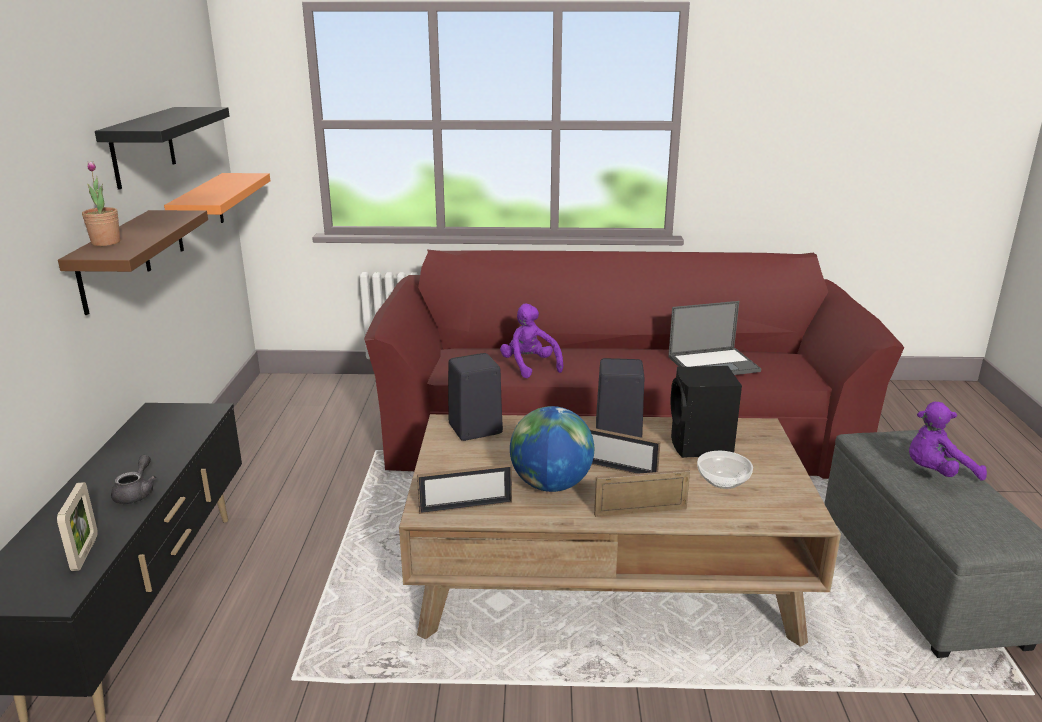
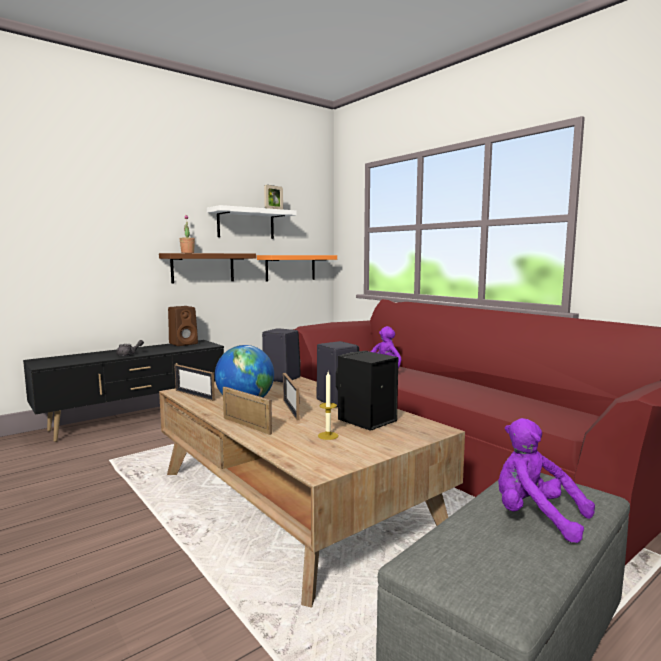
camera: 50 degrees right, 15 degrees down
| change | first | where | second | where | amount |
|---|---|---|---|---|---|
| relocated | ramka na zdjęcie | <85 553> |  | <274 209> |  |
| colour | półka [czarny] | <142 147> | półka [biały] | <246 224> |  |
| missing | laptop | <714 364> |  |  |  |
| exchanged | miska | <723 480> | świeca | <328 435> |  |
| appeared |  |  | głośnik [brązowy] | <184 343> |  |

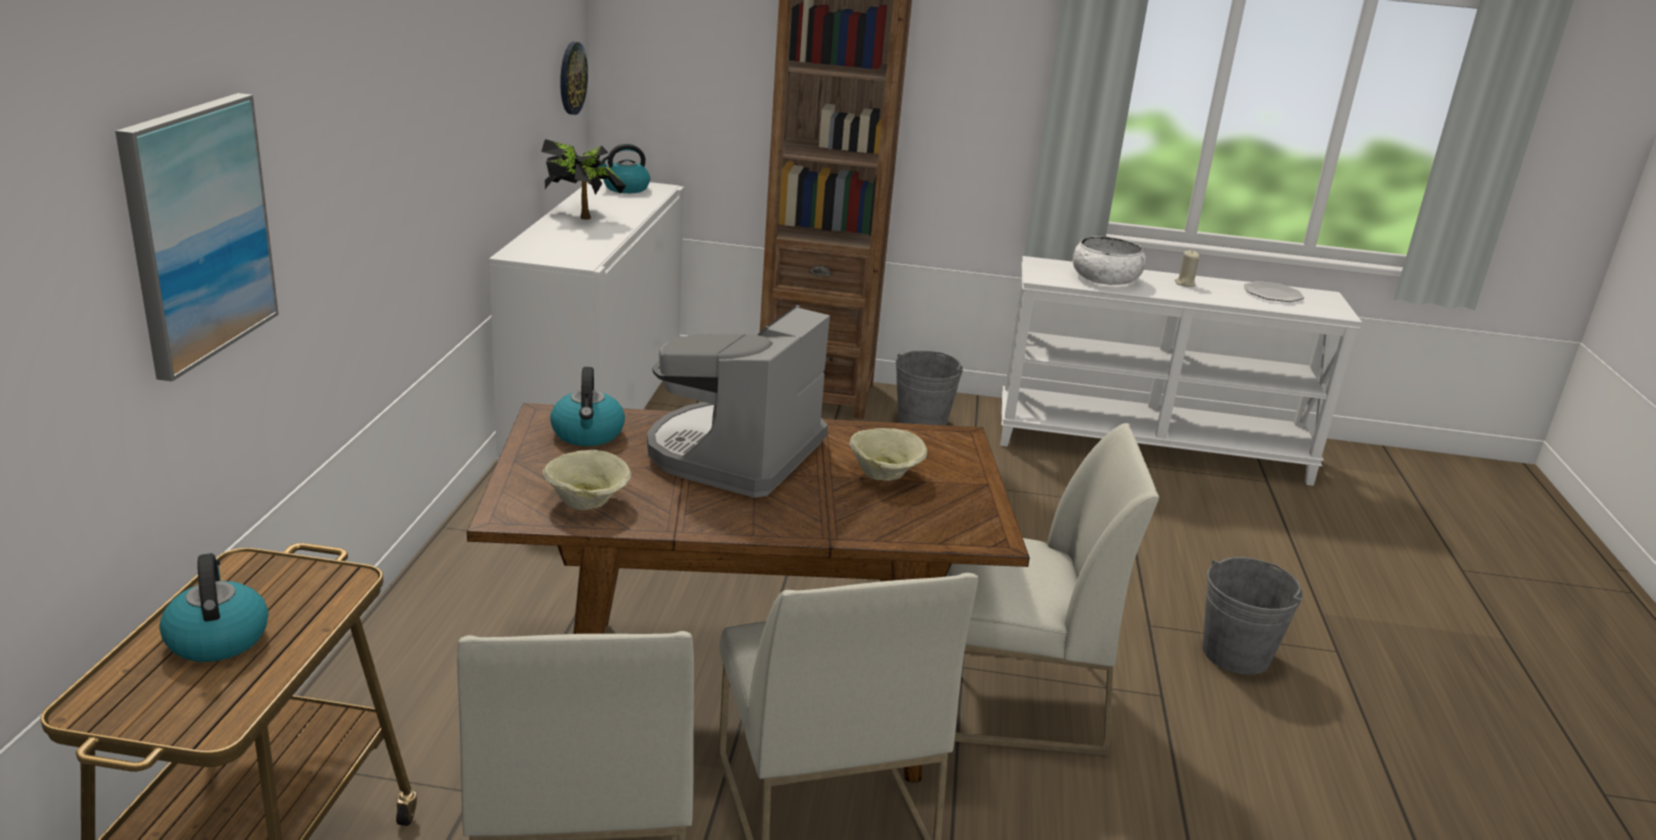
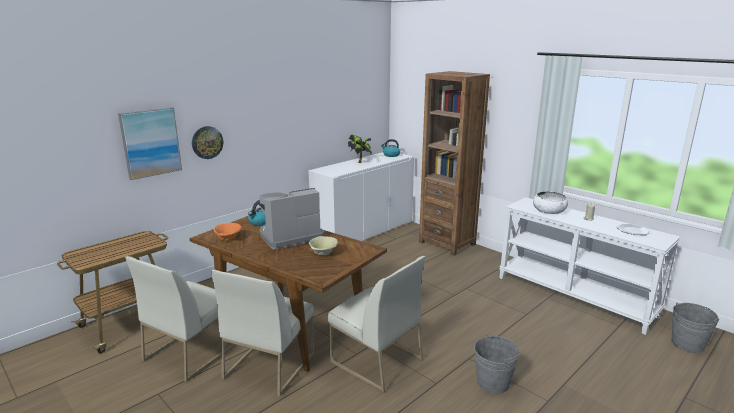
camera: 40 degrees right, 5 degrees down
| change | first | where | second | where | amount |
|---|---|---|---|---|---|
| missing | czajnik | <217 638> |  |  |  |
| colour | miska [beżowy] | <589 502> | miska [pomarańczowy] | <228 239> |  |
| relocated | zegar ścienny | <571 78> |  | <207 142> |  |
| relocated | wiadro [szary] | <922 422> |  | <687 344> |  |

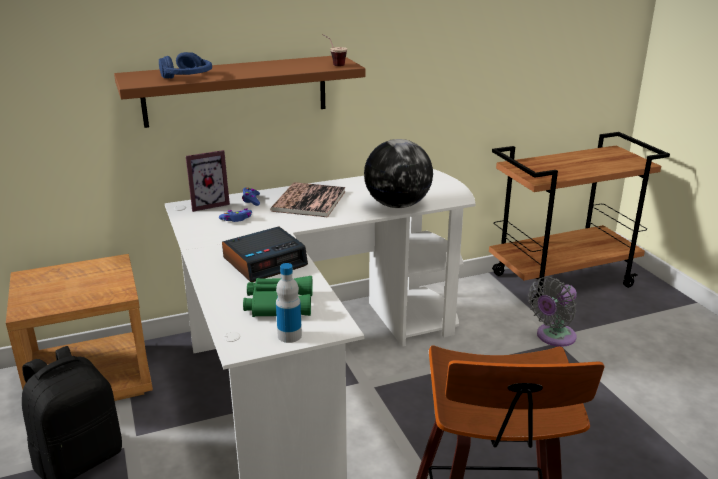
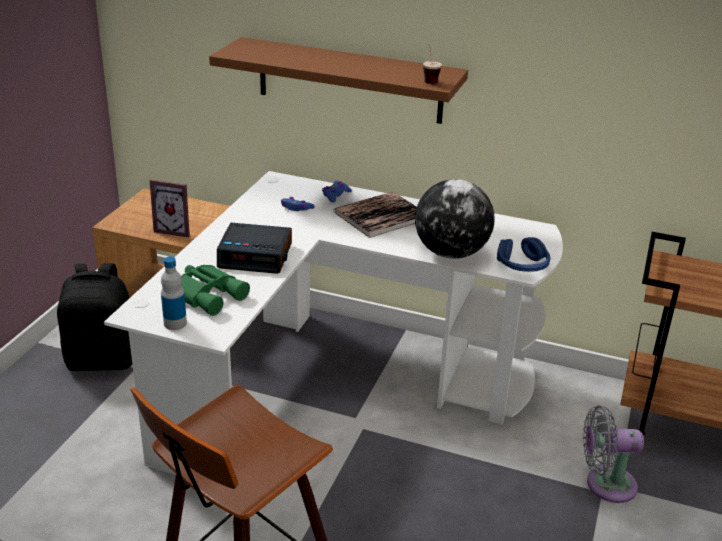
camera: 40 degrees right, 5 degrees up
| change | first | where | second | where | amount |
|---|---|---|---|---|---|
| relocated | słuchawki [niebieski] | <187 77> |  | <522 265> |  |
| relocated | ramka na zdjęcie | <208 204> |  | <175 230> |  |

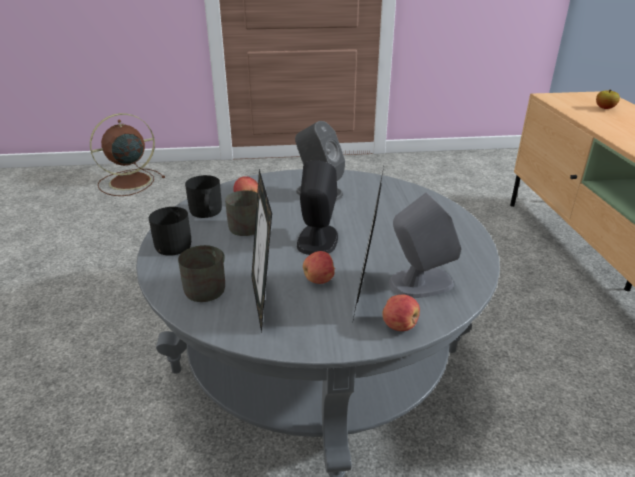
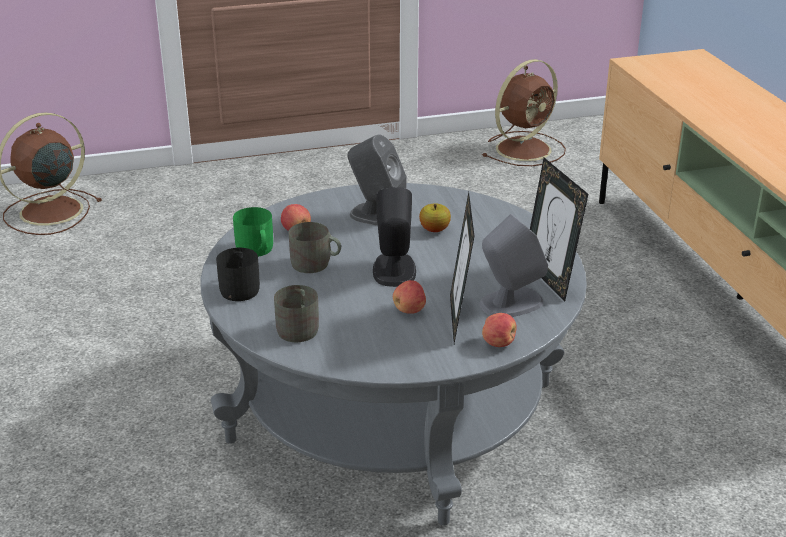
camera: 10 degrees left, 0 degrees up
| change | first | where | second | where | amount |
|---|---|---|---|---|---|
| colour | kubek [czarny] | <206 213> | kubek [zielony] | <256 250> |  |
| relocated | ramka na zdjęcie | <263 301> |  | <550 279> |  |
| relocated | jabłko | <605 108> |  | <434 230> |  |
| appeared |  |  | wentylator [brązowy] | <525 149> |  |

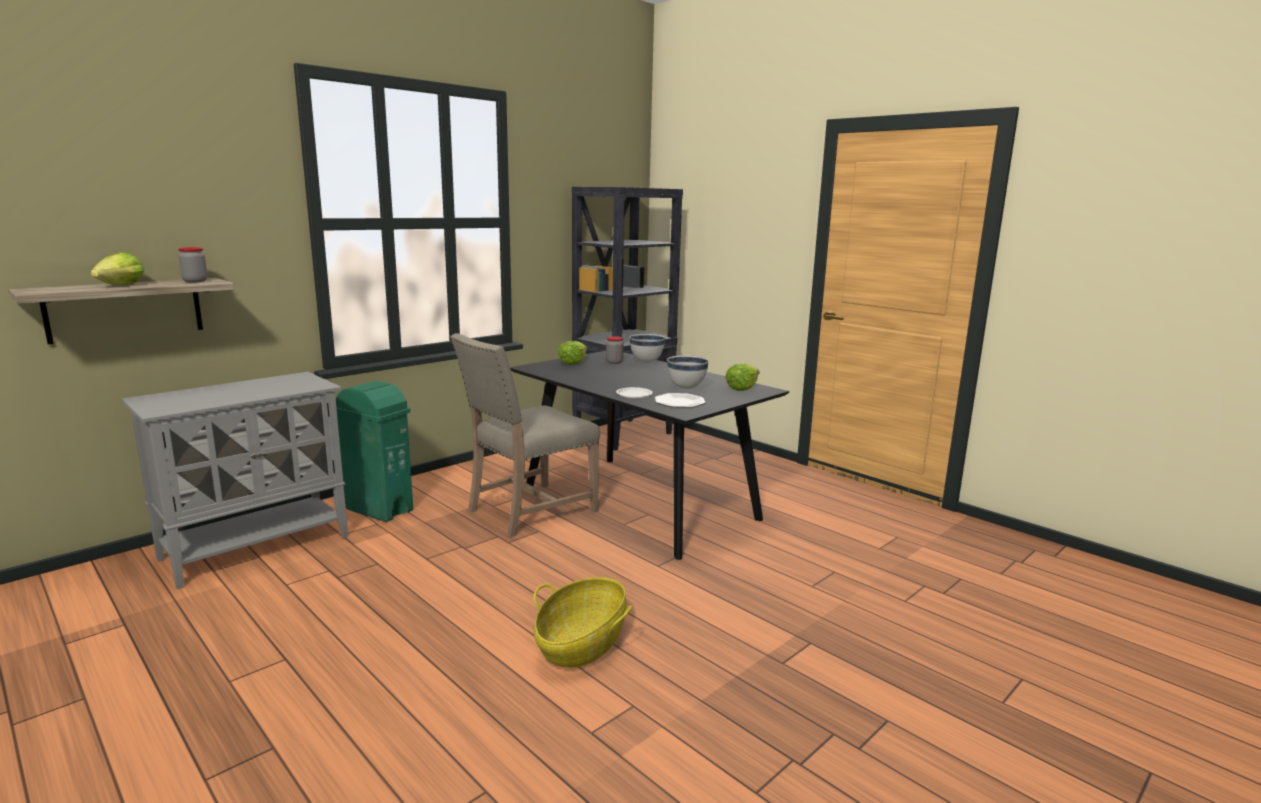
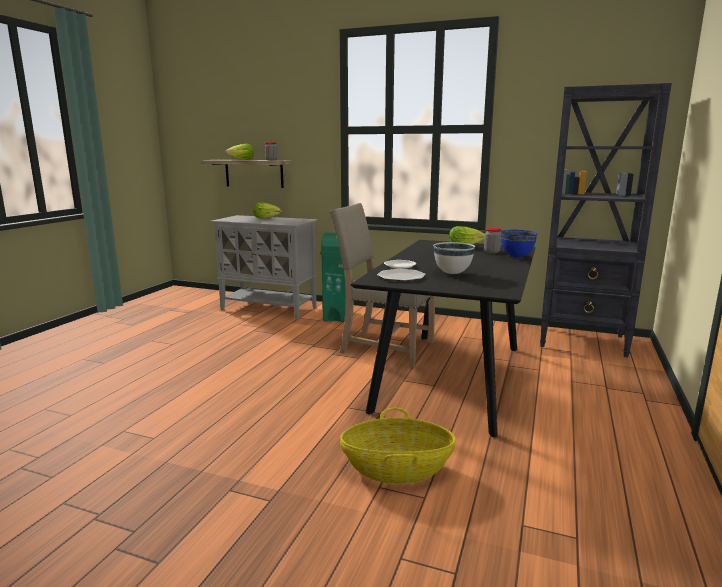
camera: 65 degrees right, 0 degrees up
| change | first | where | second | where | amount |
|---|---|---|---|---|---|
| relocated | koszyk | <581 644> |  | <397 469> |  |
| colour | miska [biały] | <646 361> | miska [niebieski] | <516 257> |  |
| relocated | sałata | <742 388> |  | <267 218> |  |

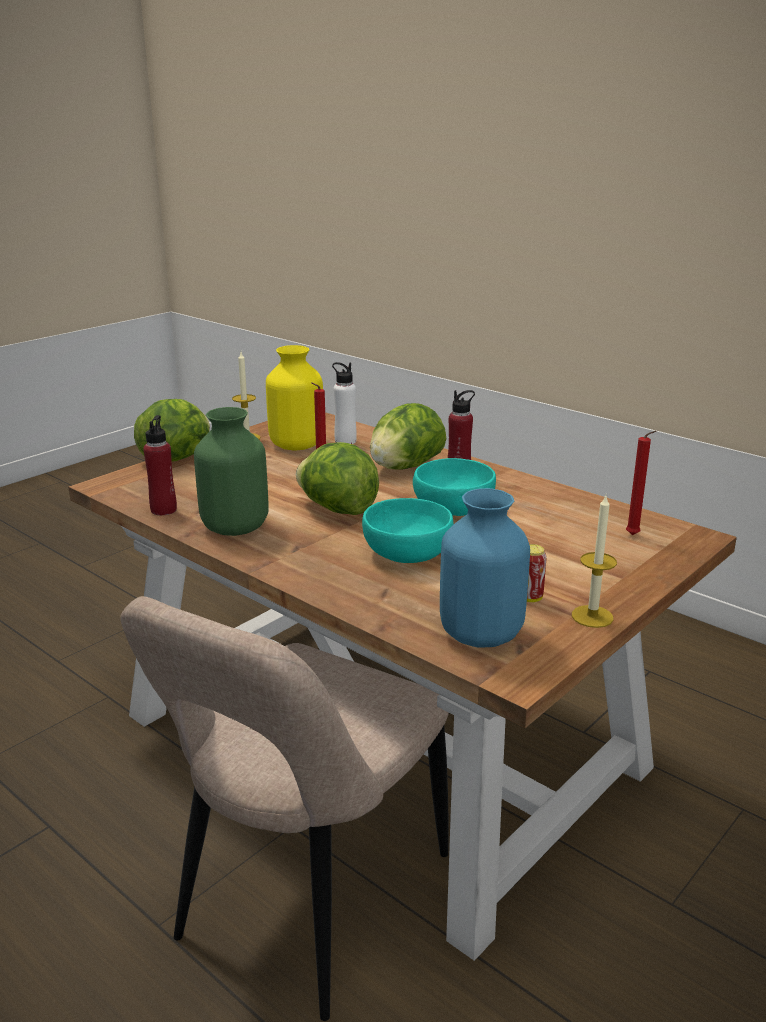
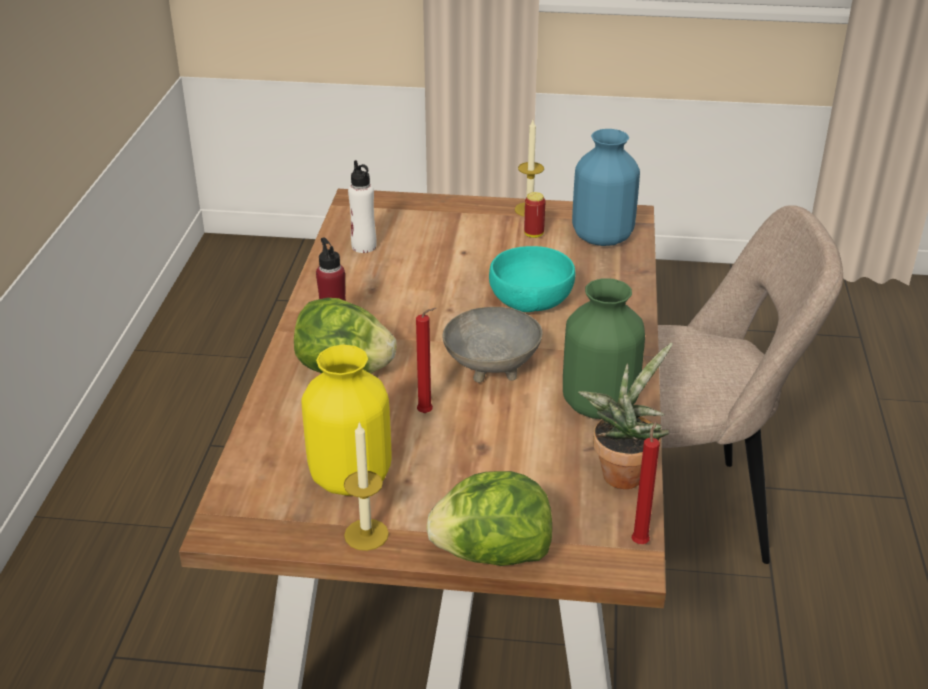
camera: 125 degrees left, 10 degrees up
| change | first | where | second | where | amount |
|---|---|---|---|---|---|
| exchanged | butelka [czerwony] | <164 510> | roślina doniczkowa | <623 471> |  |
| exchanged | sałata | <337 509> | miska [szary] | <493 366> |  |
| relocated | butelka [biały] | <345 441> |  | <364 246> |  |
| missing | miska [turkusowy] | <454 507> |  |  |  |
| relocated | świeca [czerwony] | <634 536> |  | <640 541> |  |

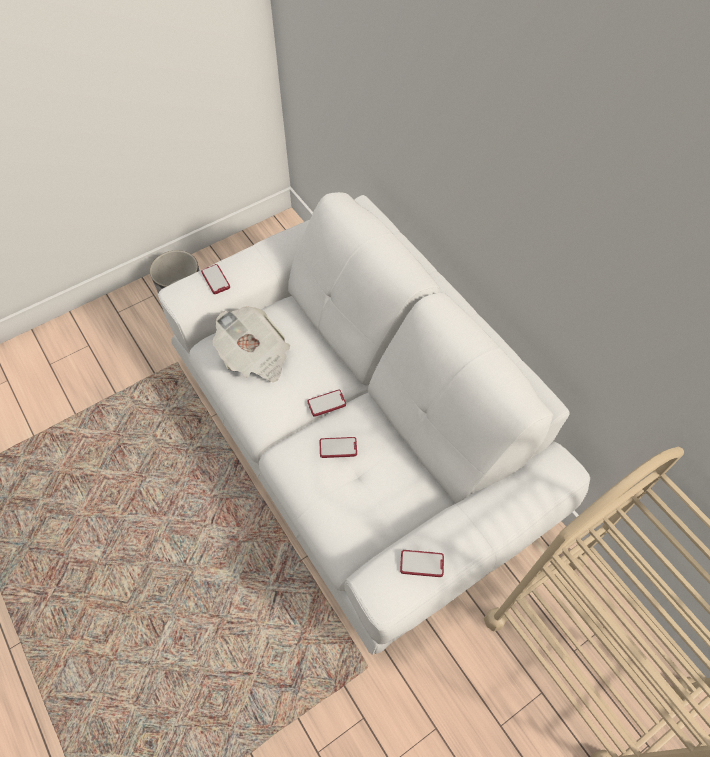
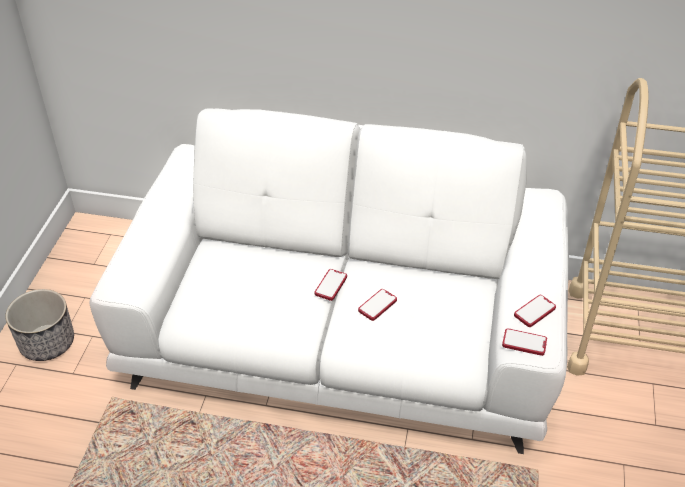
camera: 45 degrees left, 15 degrees down
| change | first | where | second | where | amount |
|---|---|---|---|---|---|
| relocated | telefon | <216 280> |  | <524 343> |  |
| missing | gazeta | <255 356> |  |  |  |

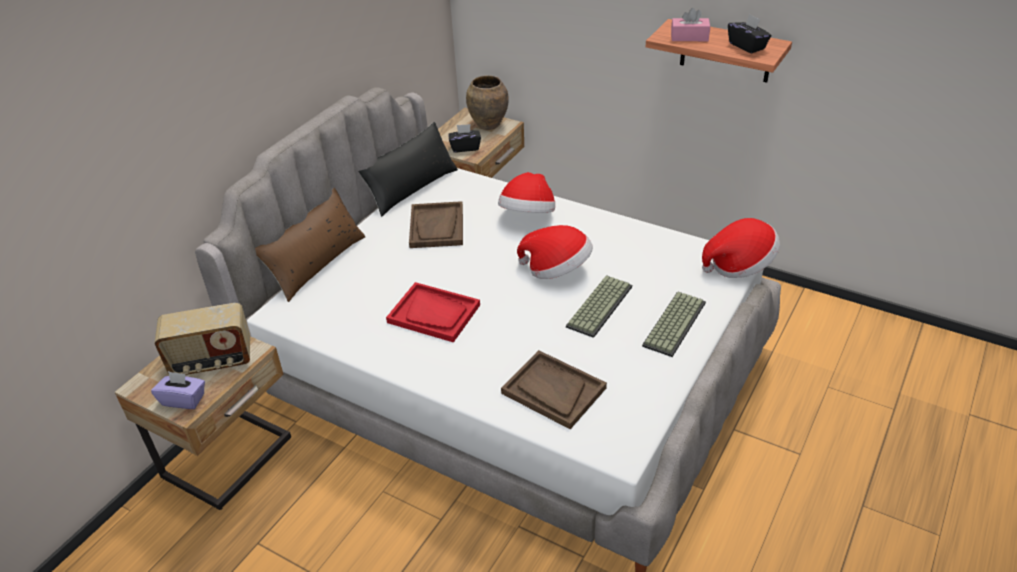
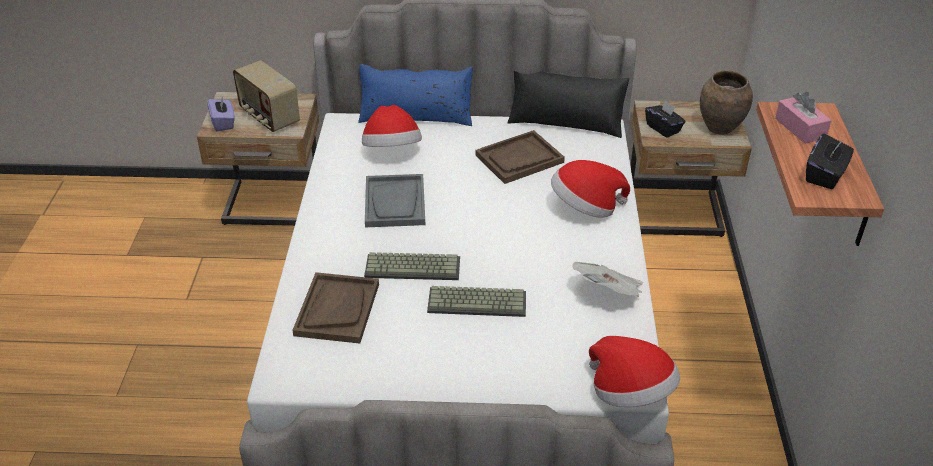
camera: 60 degrees right, 0 degrees up
| change | first | where | second | where | amount |
|---|---|---|---|---|---|
| colour | poduszka [brązowy] | <317 264> | poduszka [niebieski] | <416 116> |  |
| colour | taca [czerwony] | <434 314> | taca [szary] | <395 203> |  |
| relocated | kapelusz | <557 270> |  | <392 151> |  |
| relocated | klawiatura | <673 323> |  | <414 266> |  |
| appeared |  |  | gazeta | <609 293> |  |

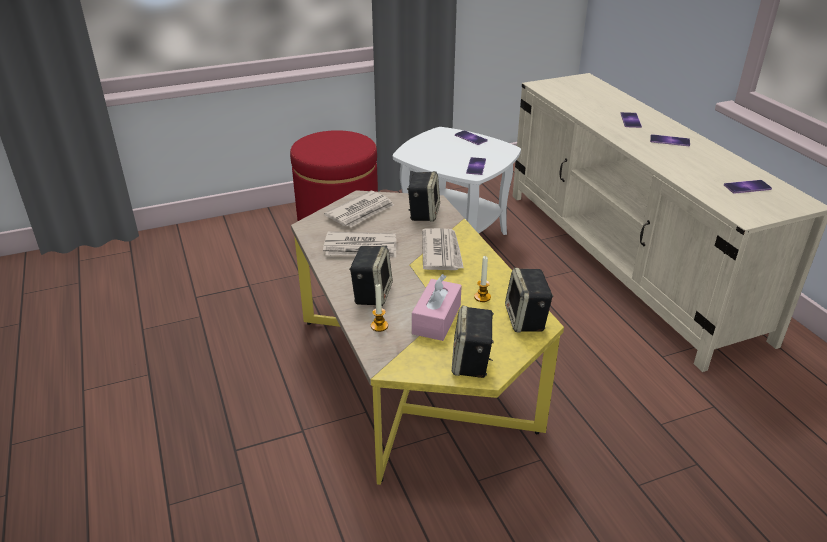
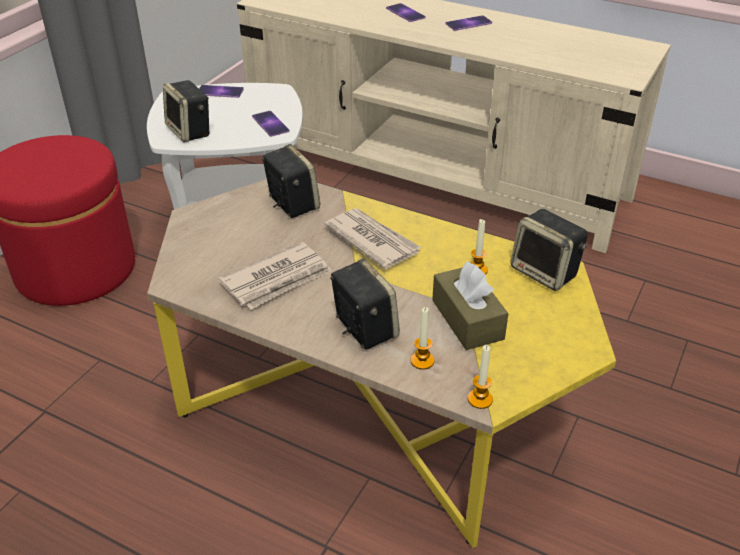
camera: 40 degrees left, 5 degrees up
| change | first | where | second | where | amount |
|---|---|---|---|---|---|
| missing | gazeta | <361 212> |  |  |  |
| colour | pudełko chusteczek [różowy] | <436 319> | pudełko chusteczek [brązowy] | <467 319> |  |
| relocated | głośnik | <472 363> |  | <190 131> |  |
| missing | telefon | <747 187> |  |  |  |
| appeared |  |  | świeca | <480 399> |  |

